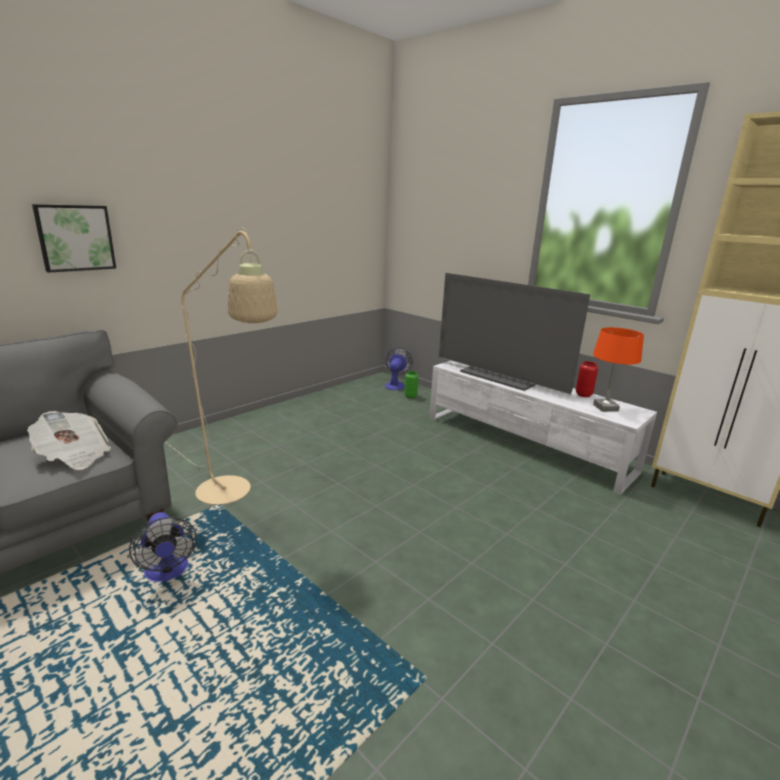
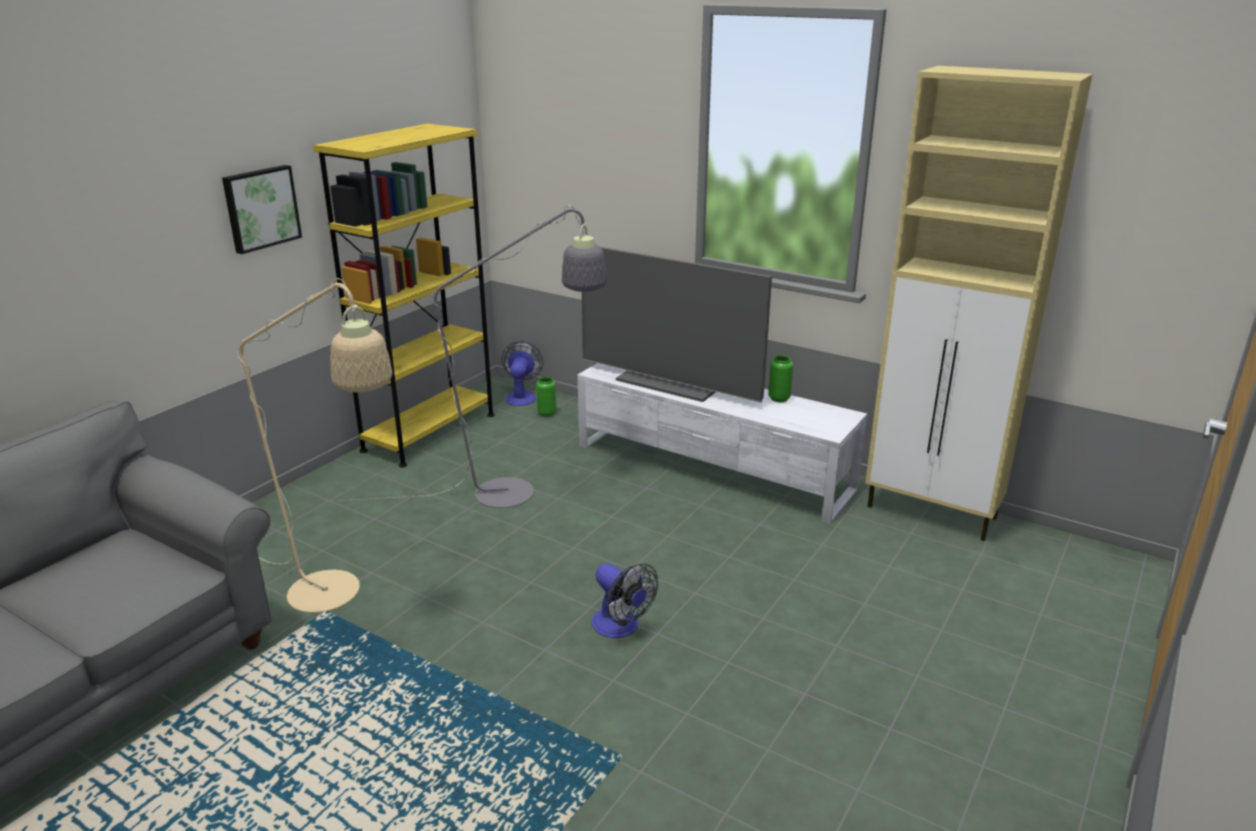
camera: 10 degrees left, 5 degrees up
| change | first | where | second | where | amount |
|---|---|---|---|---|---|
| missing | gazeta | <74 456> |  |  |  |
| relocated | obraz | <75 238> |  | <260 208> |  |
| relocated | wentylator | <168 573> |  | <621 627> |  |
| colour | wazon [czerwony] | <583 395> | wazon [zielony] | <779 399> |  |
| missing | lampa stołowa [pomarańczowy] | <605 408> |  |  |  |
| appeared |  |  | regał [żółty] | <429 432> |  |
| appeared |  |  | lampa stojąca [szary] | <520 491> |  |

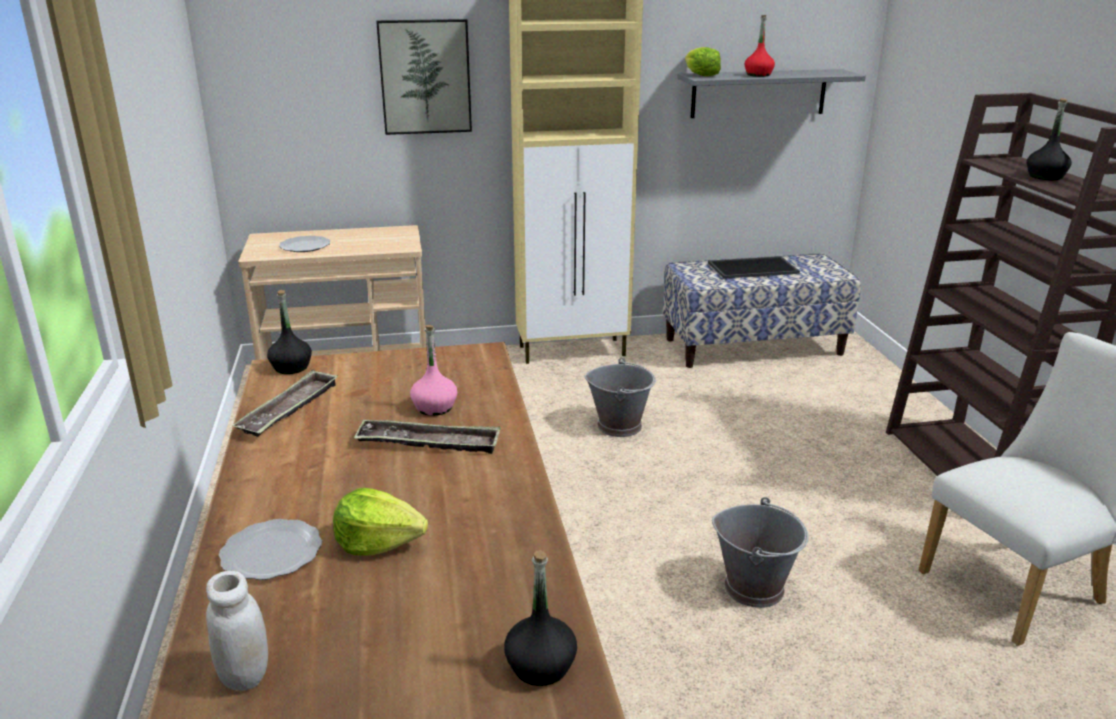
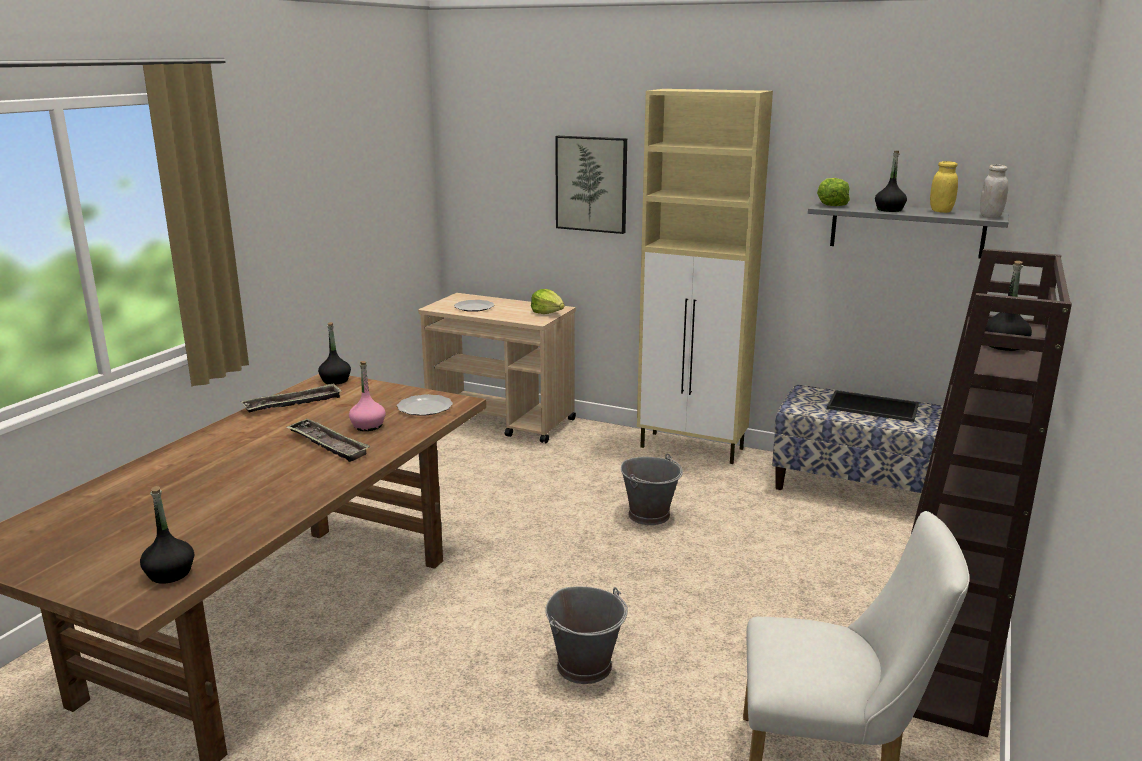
camera: 35 degrees right, 5 degrees down
| change | first | where | second | where | amount |
|---|---|---|---|---|---|
| relocated | słoik [biały] | <244 675> |  | <990 216> |  |
| relocated | talerz | <270 552> |  | <424 407> |  |
| relocated | sałata | <378 542> |  | <547 313> |  |
| colour | butelka [czerwony] | <758 75> | butelka [czarny] | <889 210> |  |
| appeared |  |  | słoik [żółty] | <941 211> |  |

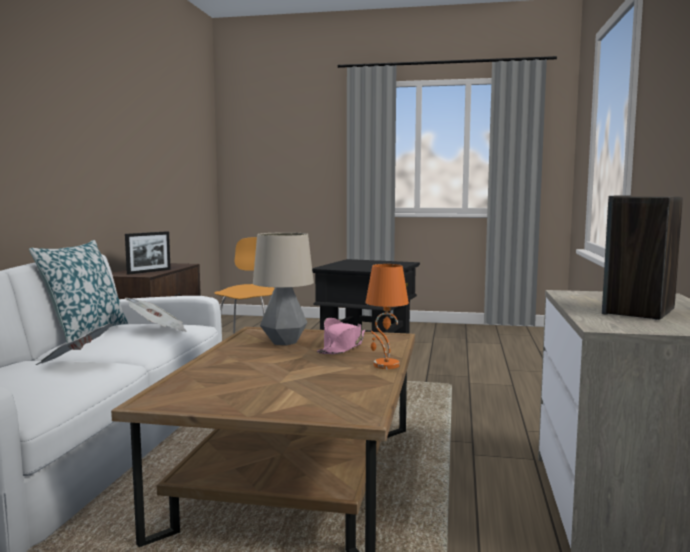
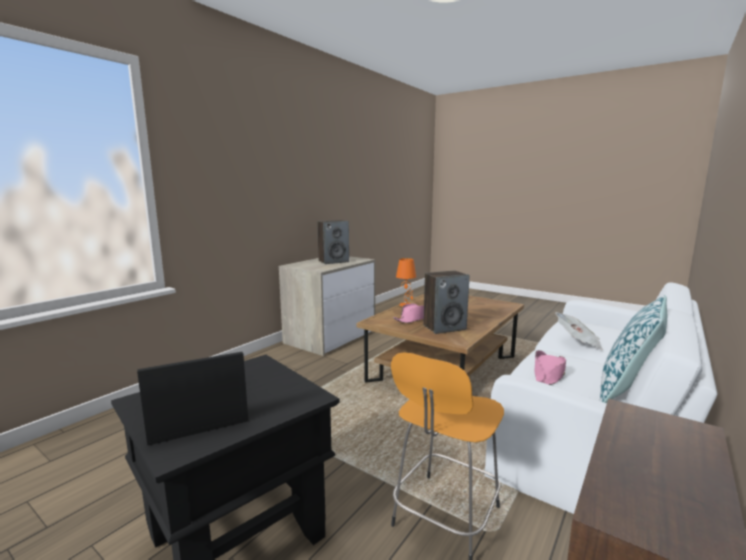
camera: 155 degrees left, 5 degrees up
| change | first | where | second | where | amount |
|---|---|---|---|---|---|
| relocated | ramka na zdjęcie | <149 271> |  | <200 431> |  |
| exchanged | gazeta | <158 330> | kapelusz [różowy] | <548 375> |  |
| exchanged | lampa stołowa | <284 342> | głośnik | <444 327> |  |

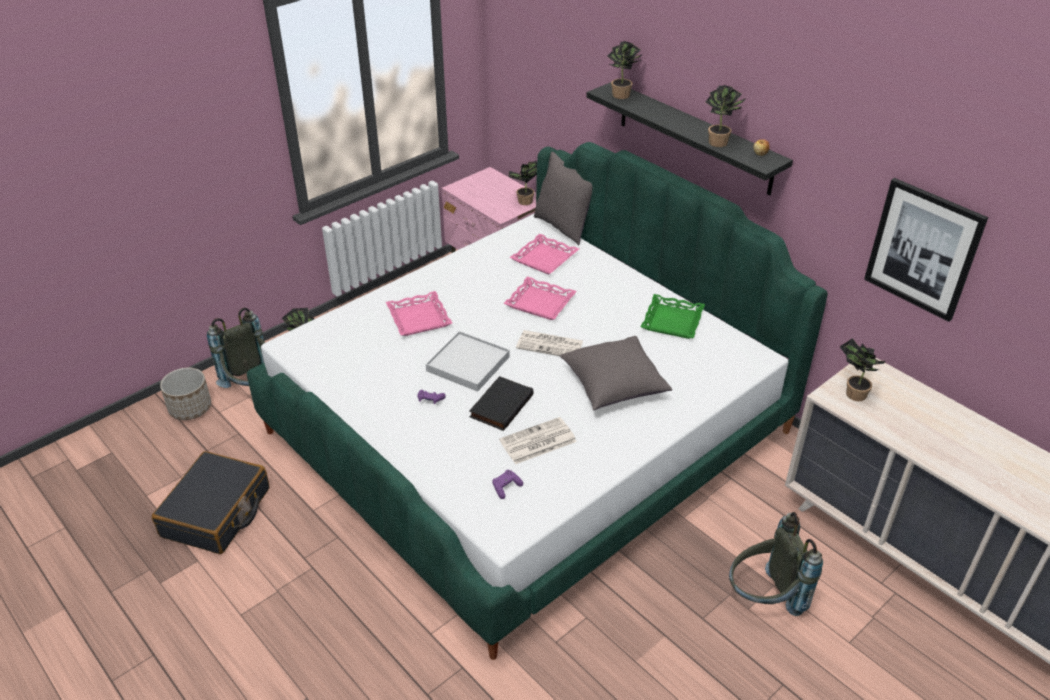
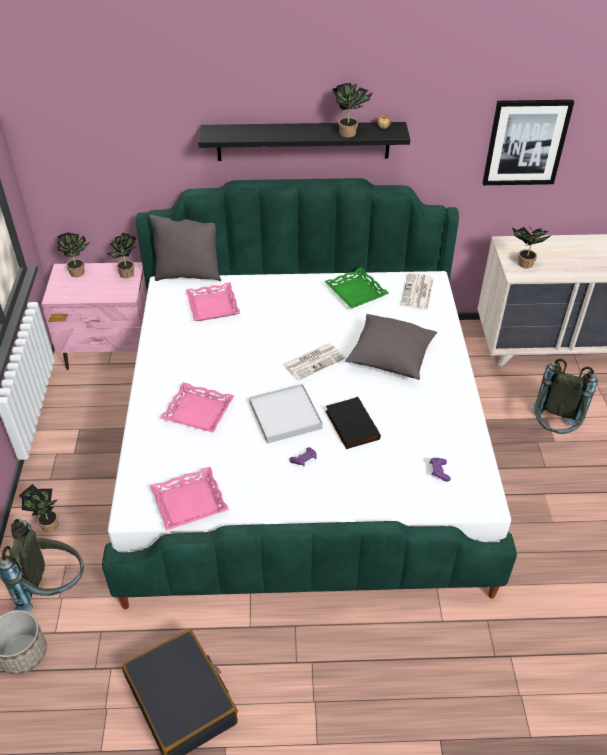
camera: 50 degrees left, 5 degrees up
| change | first | where | second | where | amount |
|---|---|---|---|---|---|
| relocated | gazeta | <537 442> |  | <417 292> |  |
| relocated | taca [różowy] | <539 303> |  | <189 503> |  |
| relocated | roślina doniczkowa | <623 96> |  | <79 272> |  |

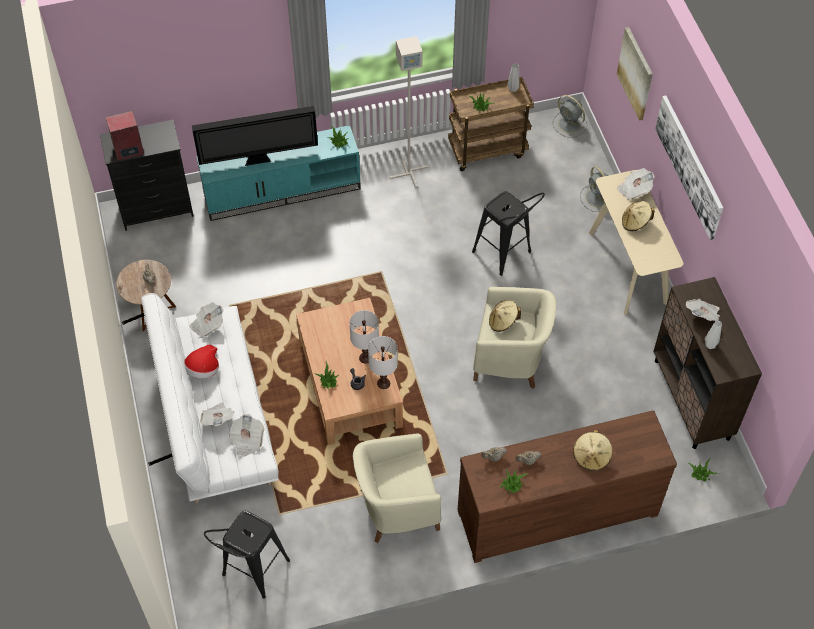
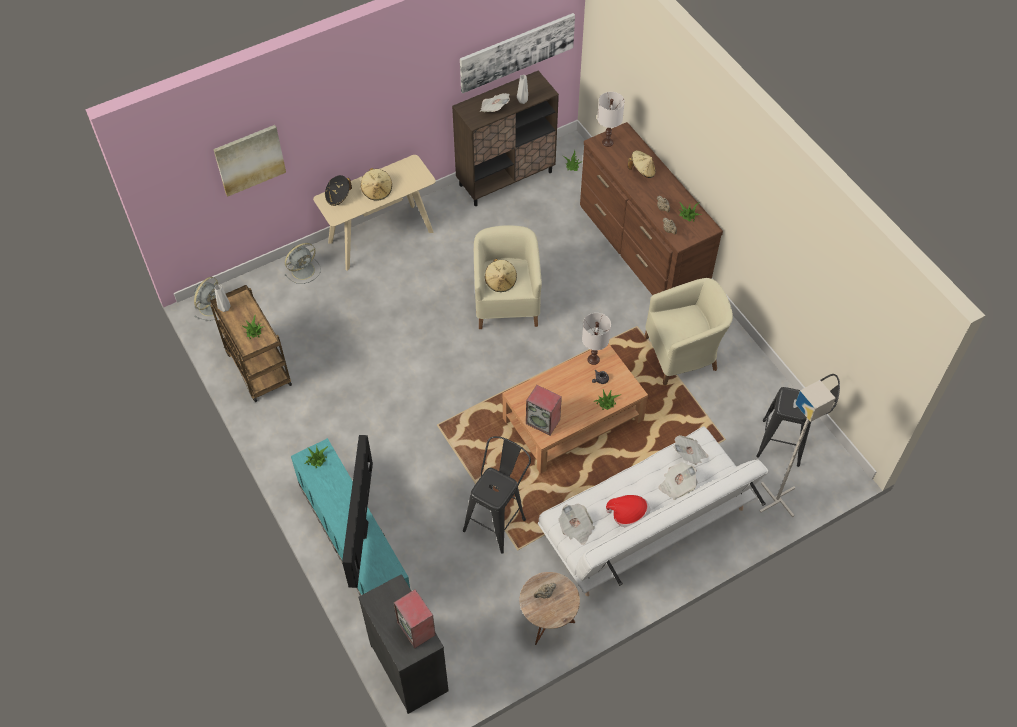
camera: 105 degrees left, 0 degrees up
| change | first | where | second | where | amount |
|---|---|---|---|---|---|
| spun | telewizor | <259 160> |  | <361 529> | 150 degrees counterclockwise |
| relocated | lampa stołowa [biały] | <365 358> |  | <607 142> |  |
| spun | fotel [beżowy] | <396 508> |  | <683 354> | 75 degrees counterclockwise |
| relocated | lampa stojąca [szary] | <408 173> |  | <778 500> |  |
| relocated | stołek [czarny] | <506 256> |  | <498 520> |  |
| exchanged | gazeta | <634 190> | kapelusz [czarny] | <338 197> |  |
| relocated | obraz | <689 166> |  | <517 52> |  |
| appeared |  |  | głośnik | <543 421> |  |

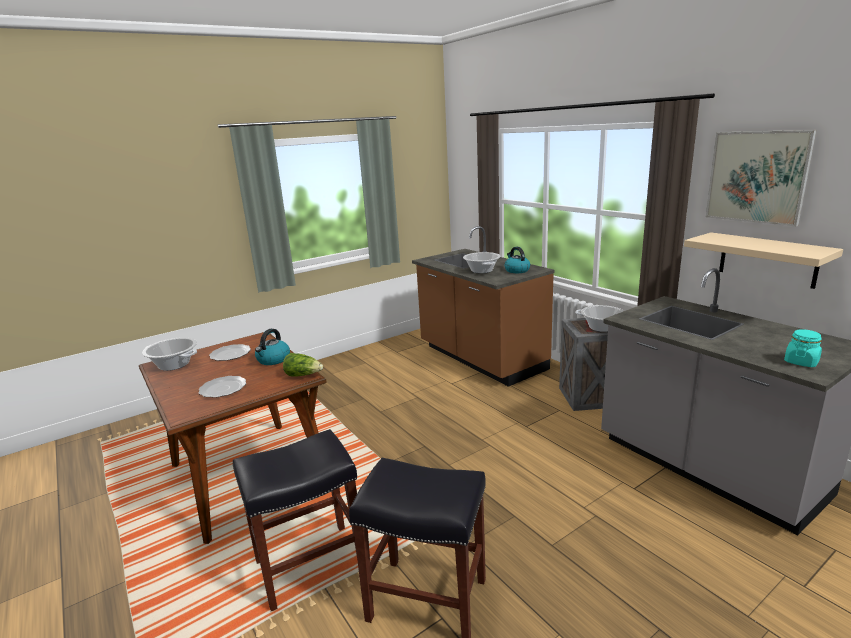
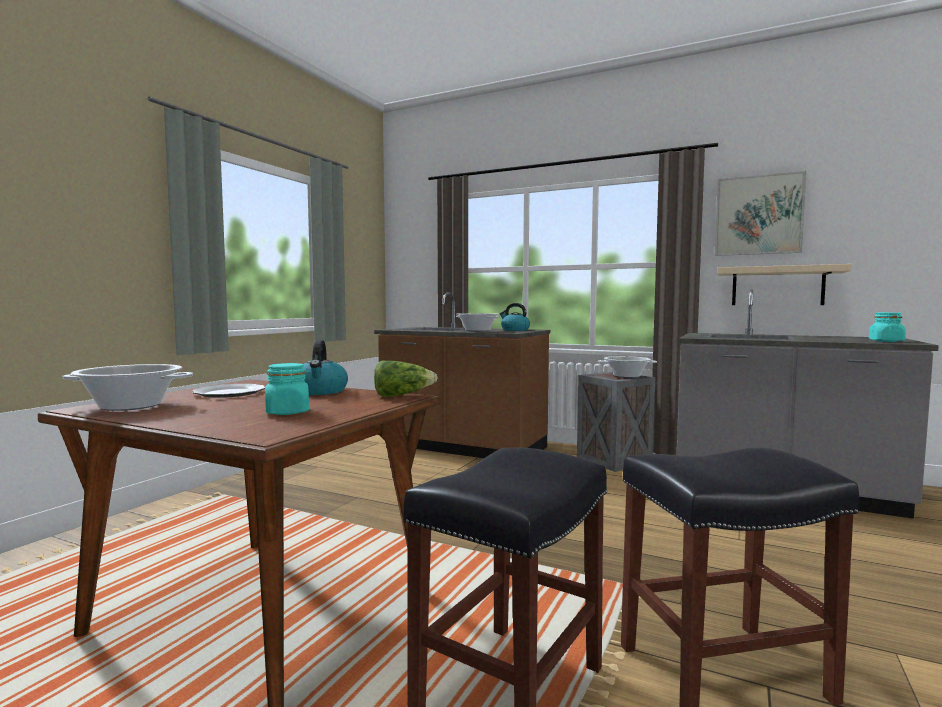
camera: 30 degrees left, 15 degrees down
| change | first | where | second | where | amount |
|---|---|---|---|---|---|
| exchanged | talerz | <223 388> | słoik [turkusowy] | <287 412> |  |

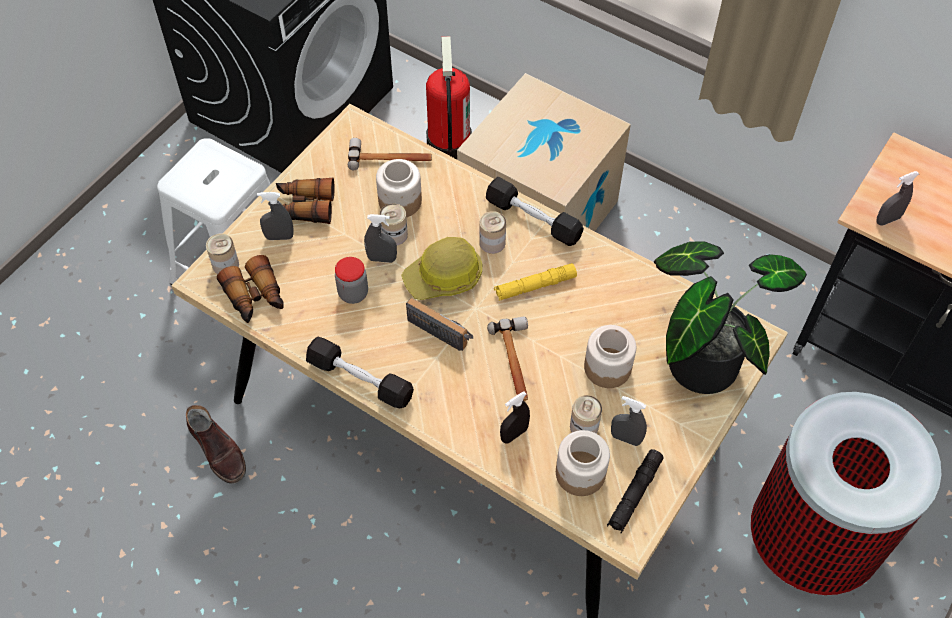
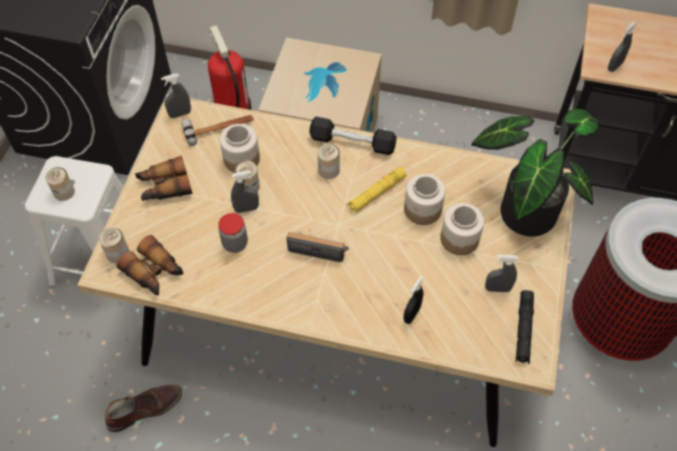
camera: 20 degrees left, 0 degrees up
| change | first | where | second | where | amount |
|---|---|---|---|---|---|
| spun | but z cholewką [brązowy] | <219 450> |  | <145 408> | 60 degrees counterclockwise |
| relocated | spryskiwacz [szary] | <279 237> |  | <180 114> |  |
| missing | hantel [czarny] | <360 379> |  |  |  |
| missing | kask | <444 277> |  |  |  |
| missing | młotek | <515 362> |  |  |  |
| relocated | słoik | <580 474> |  | <422 210> |  |
| relocated | puszka | <584 426> |  | <64 192> |  |

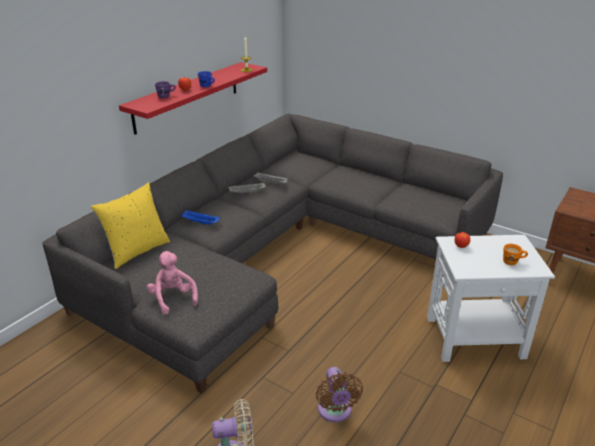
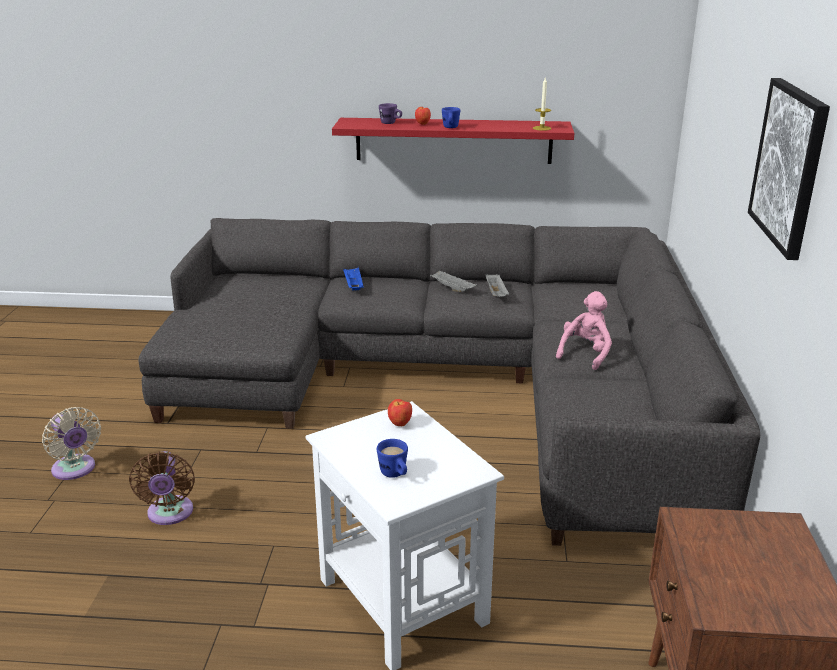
camera: 60 degrees right, 5 degrees down
| change | first | where | second | where | amount |
|---|---|---|---|---|---|
| missing | poduszka [żółty] | <137 251> |  |  |  |
| relocated | pluszak [różowy] | <173 298> |  | <585 354> |  |
| spun | wentylator [brązowy] | <335 412> |  | <170 514> | 60 degrees counterclockwise |
| colour | kubek [pomarańczowy] | <513 262> | kubek [niebieski] | <395 475> |  |
| appeared |  |  | obraz | <789 165> |  |

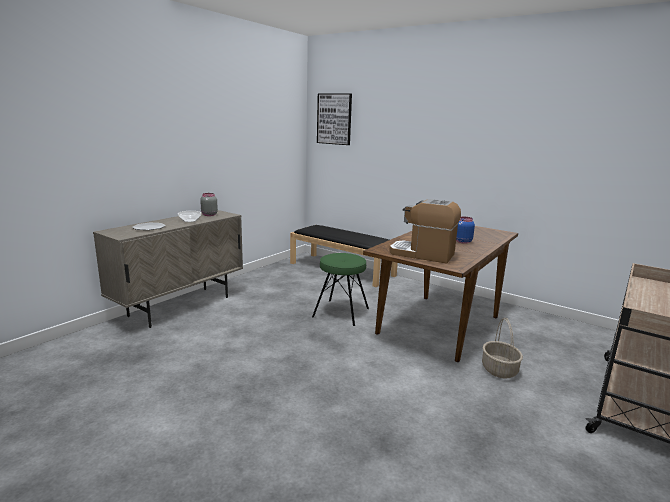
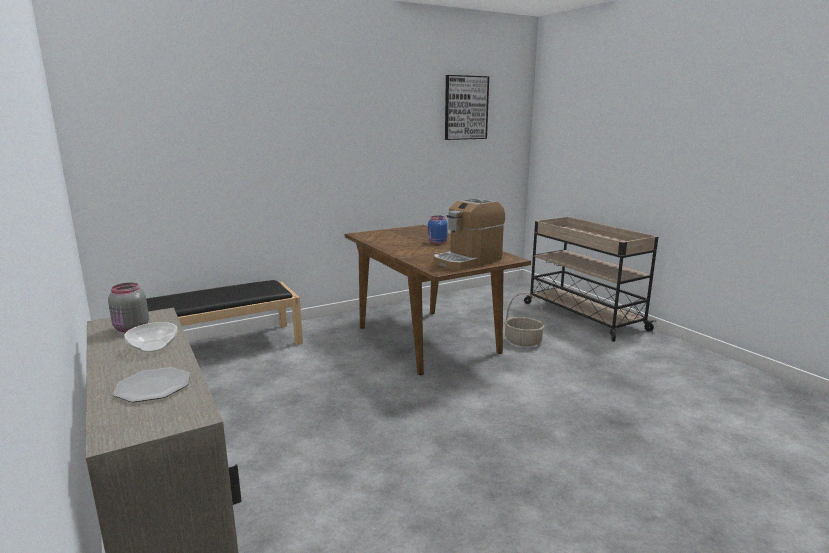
camera: 65 degrees left, 0 degrees up
| change | first | where | second | where | amount |
|---|---|---|---|---|---|
| missing | stołek [zielony] | <341 312> |  |  |  |
| relocated | obraz | <334 119> |  | <465 108> |  |

